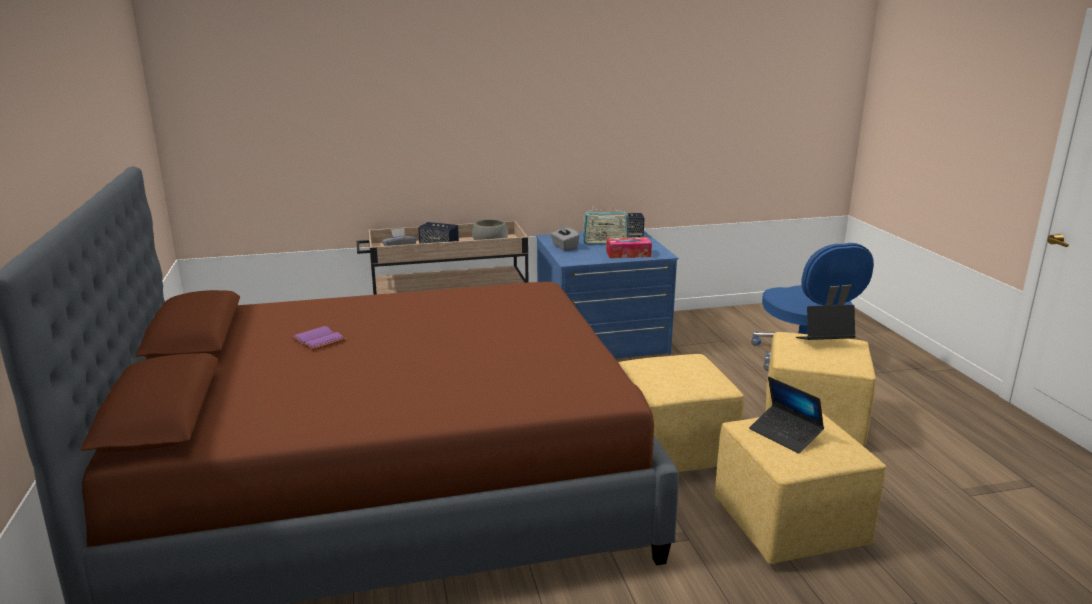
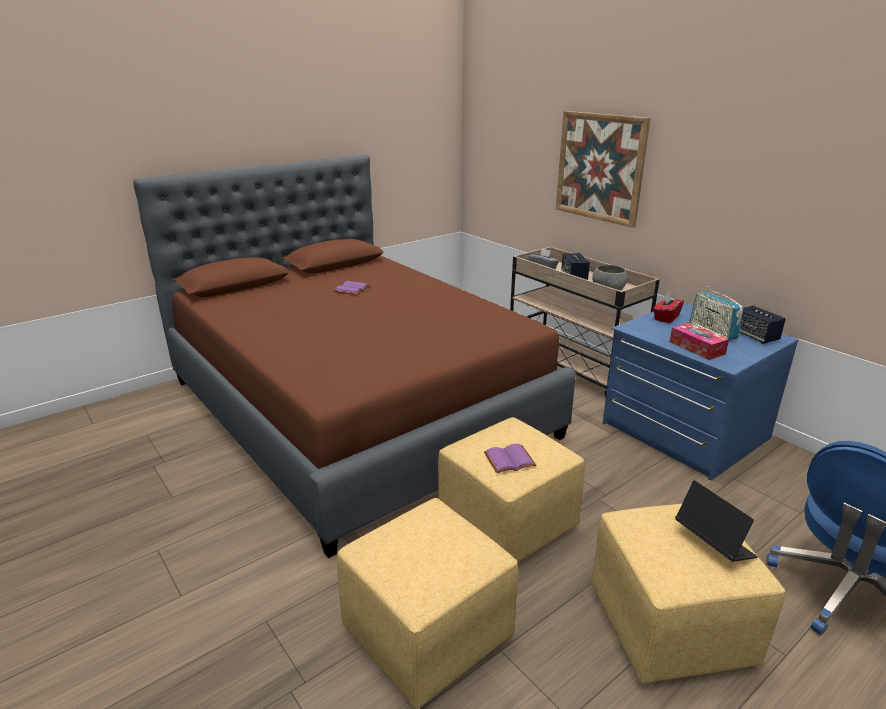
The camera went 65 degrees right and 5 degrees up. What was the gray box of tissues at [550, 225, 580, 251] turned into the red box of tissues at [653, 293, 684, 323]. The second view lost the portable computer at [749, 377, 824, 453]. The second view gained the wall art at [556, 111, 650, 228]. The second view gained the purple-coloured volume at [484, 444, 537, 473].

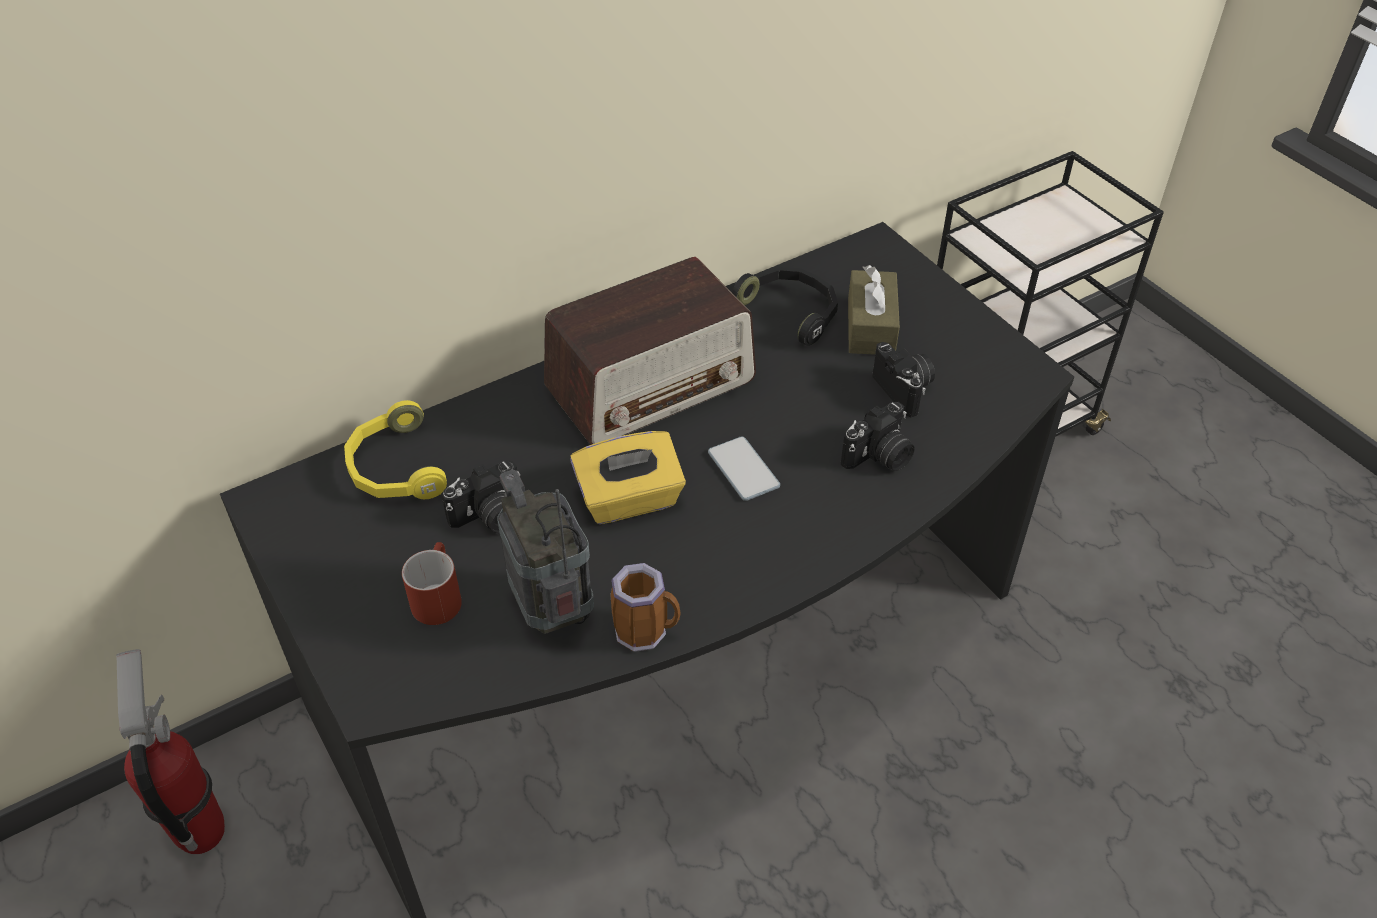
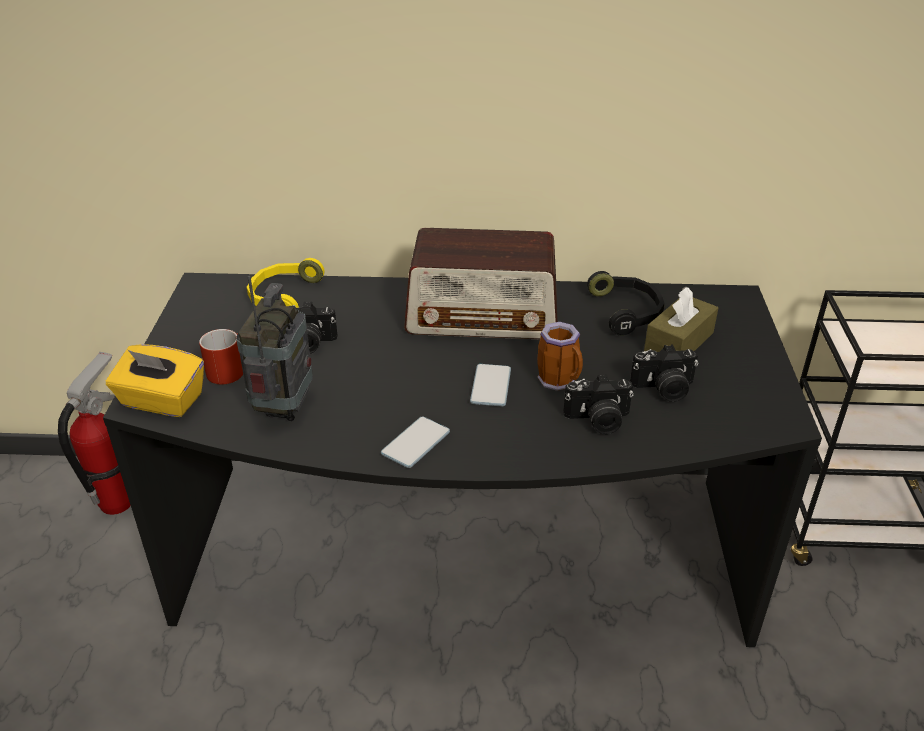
The camera went 35 degrees right and 10 degrees down. The photo camera at [872, 342, 935, 417] ended up facing another way, 75 degrees clockwise from before. The yellow box of tissues ended up elsewhere, having gone from [570, 431, 686, 524] to [106, 344, 204, 417]. The coffee mug ended up elsewhere, having gone from [610, 563, 681, 652] to [537, 322, 583, 391]. The second view gained the handset at [381, 416, 450, 468].

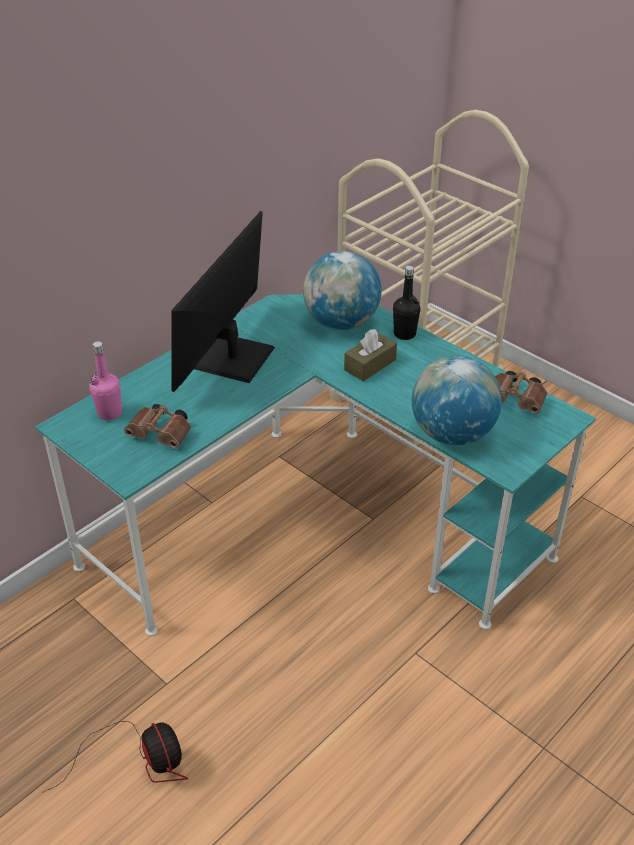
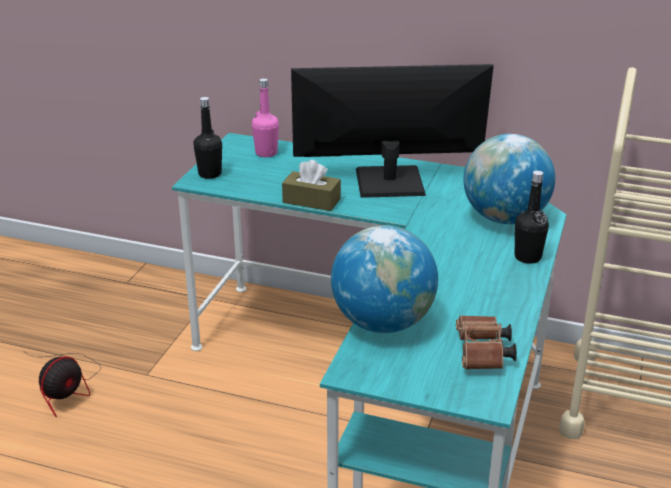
The camera went 65 degrees right and 10 degrees down. The brownish box of tissues ended up elsewhere, having gone from [344, 329, 397, 381] to [282, 160, 341, 211]. The second view lost the brownish binoculars at [124, 404, 191, 448]. The second view gained the black beverage bottle at [193, 97, 222, 179].

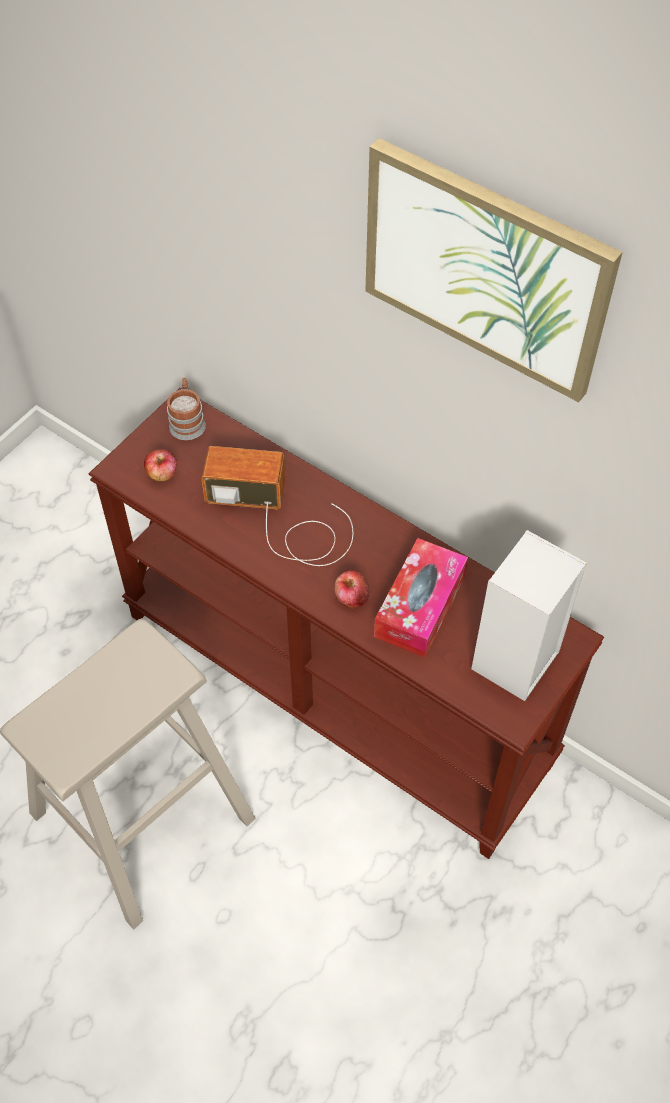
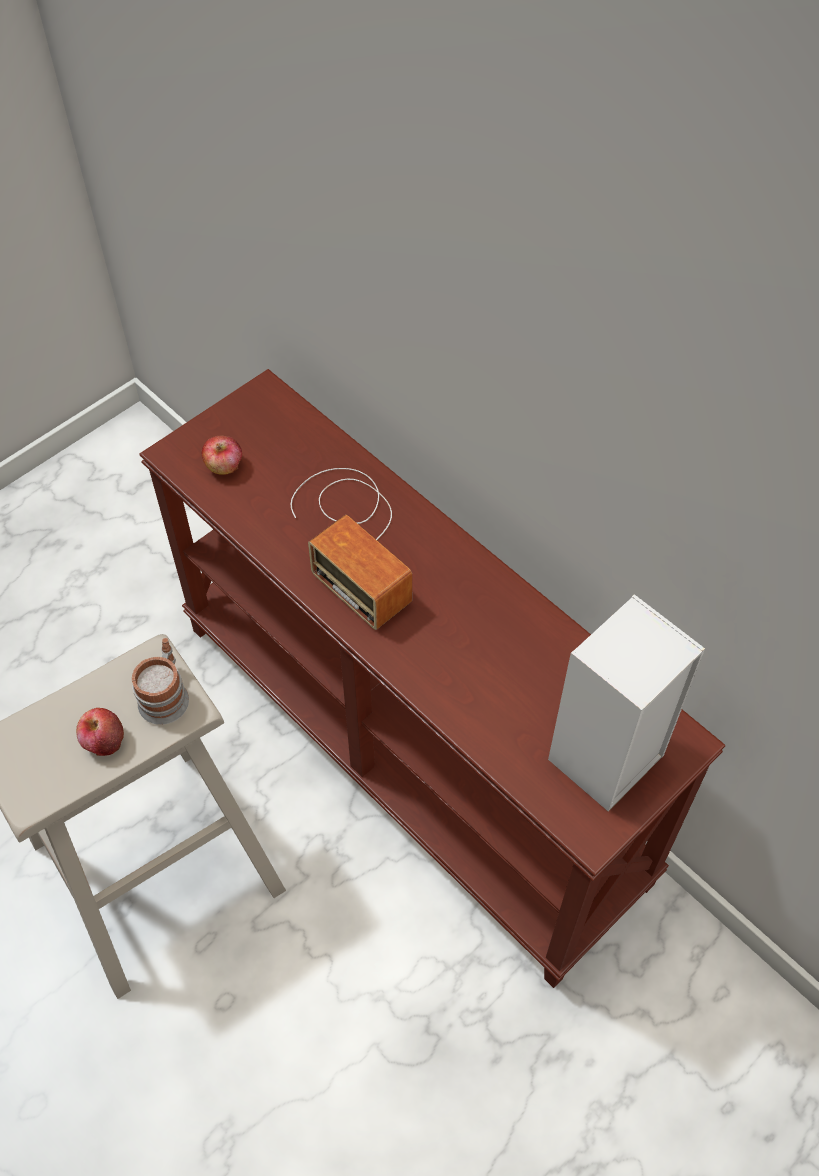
The camera went 10 degrees right and 0 degrees up. The second view lost the wall art at [365, 138, 623, 402]. The coffee mug ended up elsewhere, having gone from [167, 377, 206, 440] to [132, 638, 189, 725]. The radio receiver at [201, 446, 353, 566] ended up facing another way, 150 degrees counterclockwise from before. The second view lost the box of tissues at [374, 538, 468, 658]. The apple fruit ended up elsewhere, having gone from [335, 570, 369, 608] to [76, 708, 124, 756].

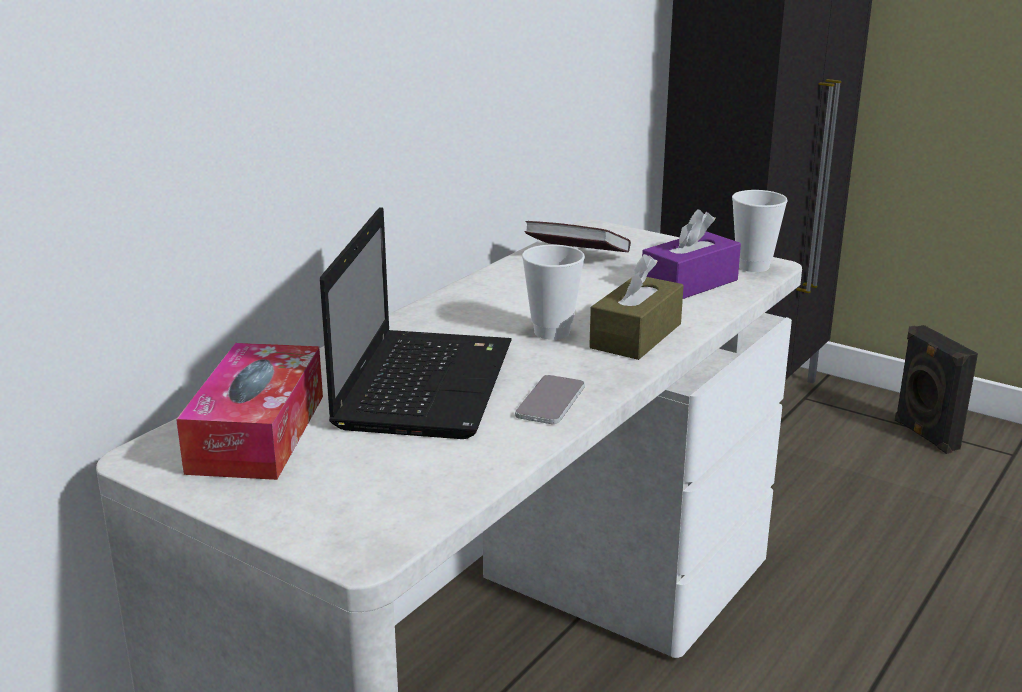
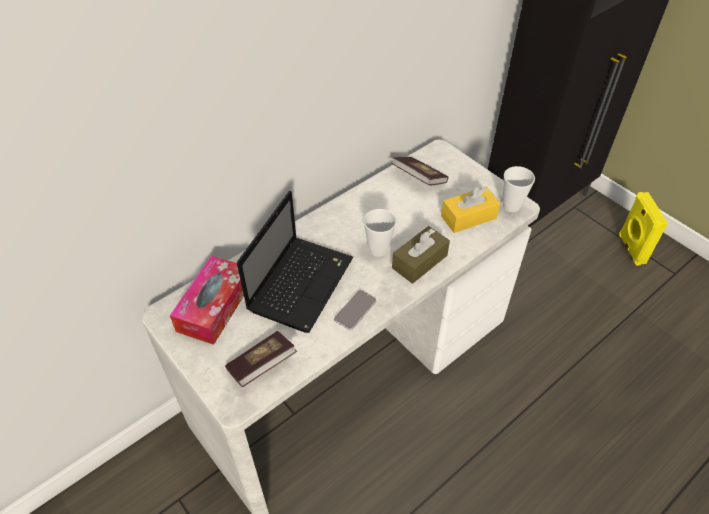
The camera went 15 degrees right and 25 degrees up. What was the purple-coloured box of tissues at [642, 209, 741, 299] turned into the yellow box of tissues at [441, 187, 500, 233]. What was the black loudspeaker at [895, 325, 978, 454] turned into the yellow loudspeaker at [618, 192, 668, 266]. The second view gained the volume at [225, 331, 297, 387].

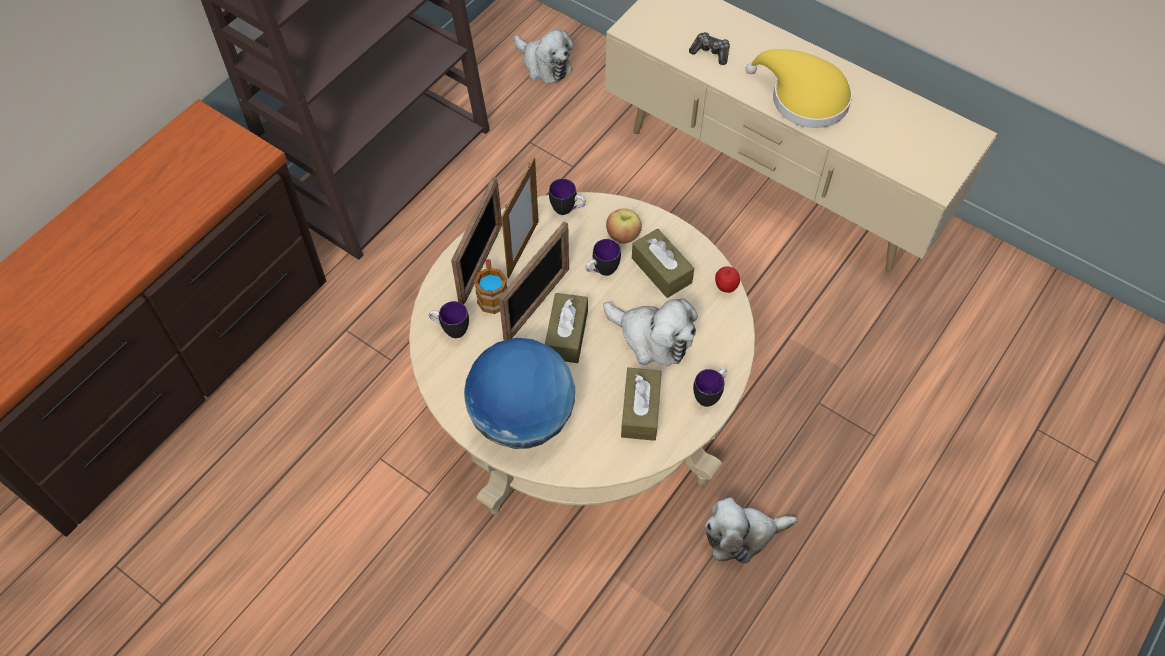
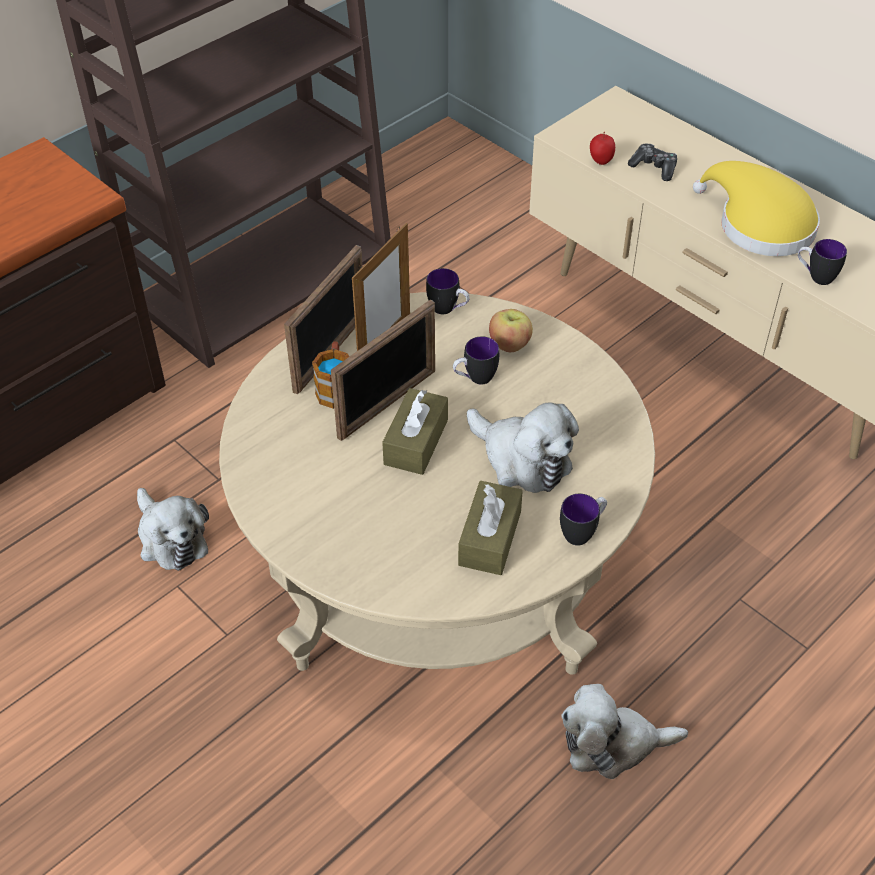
The camera went 10 degrees right and 10 degrees down. The plush toy ended up elsewhere, having gone from [514, 30, 574, 83] to [137, 488, 209, 571]. The second view lost the brownish box of tissues at [632, 229, 694, 298]. The apple fruit ended up elsewhere, having gone from [715, 266, 740, 293] to [590, 132, 615, 165]. The coffee mug ended up elsewhere, having gone from [429, 301, 469, 338] to [798, 239, 847, 285]. The second view lost the desk globe at [464, 338, 575, 449].

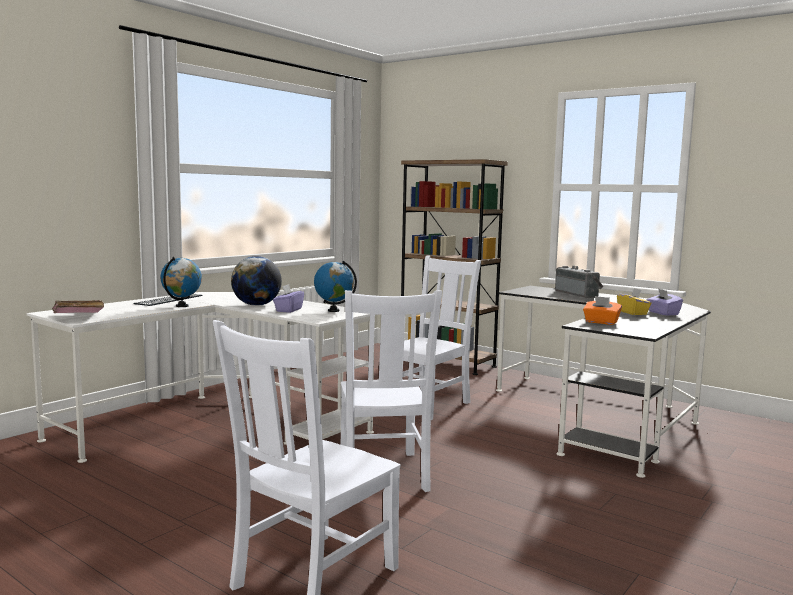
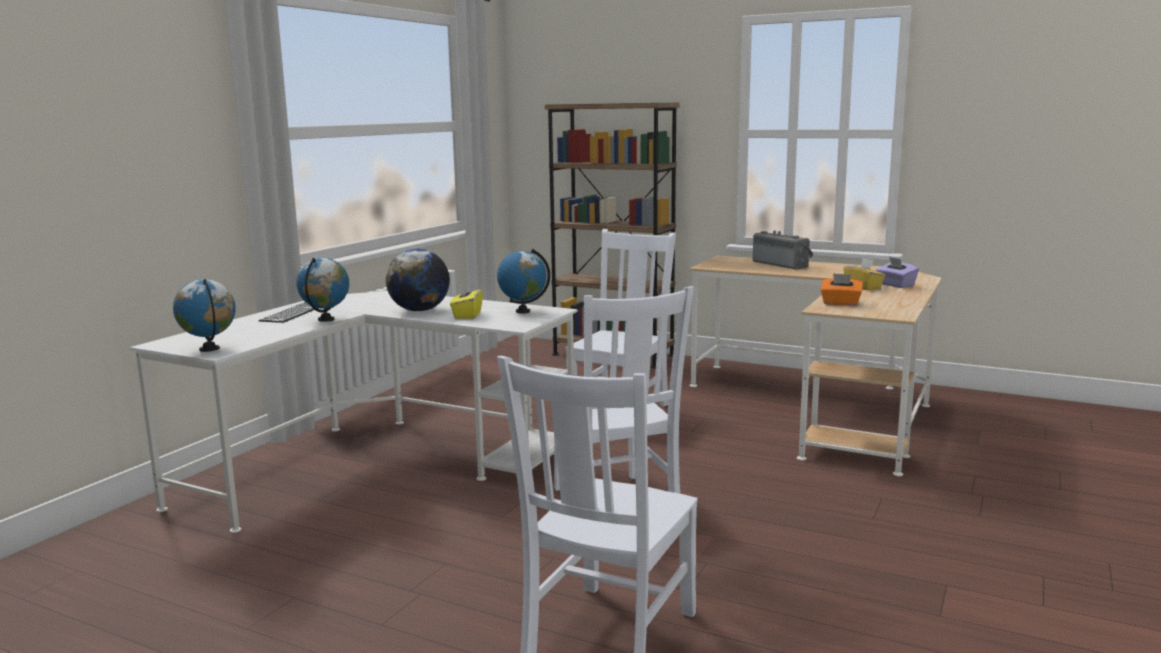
The camera went 10 degrees left and 5 degrees up. What was the purple-coloured box of tissues at [273, 284, 304, 313] turned into the yellow box of tissues at [450, 283, 483, 319]. What was the black desk at [496, 286, 711, 478] turned into the sand-coloured desk at [690, 256, 942, 476]. Where the pink-coloured volume stood at [52, 300, 104, 313], the desk globe came to stand at [173, 279, 236, 352].

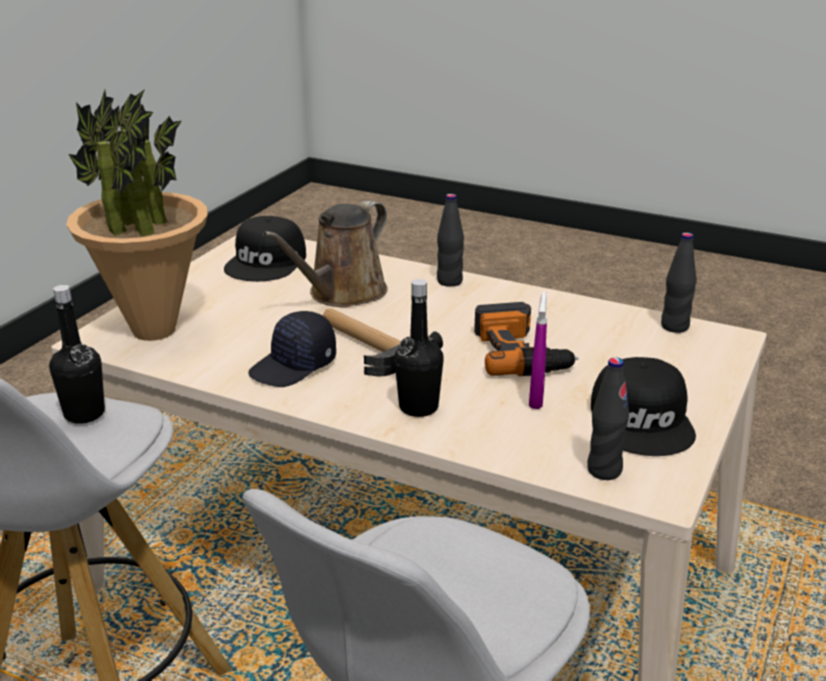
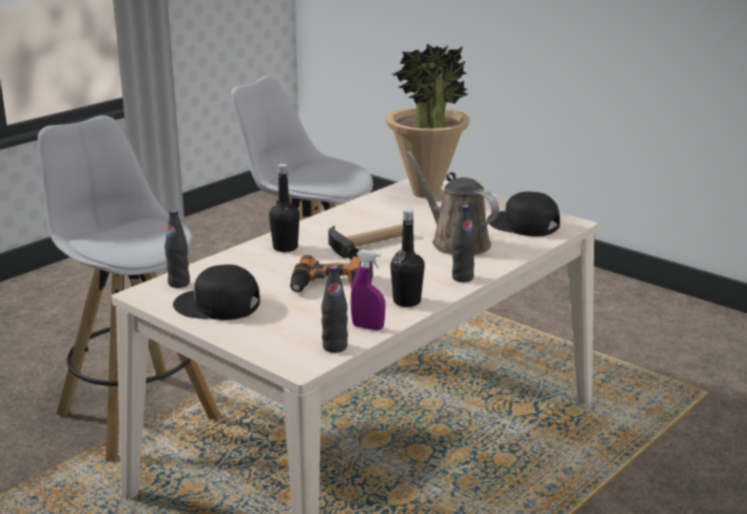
The camera went 105 degrees right and 5 degrees down. The black beverage bottle ended up elsewhere, having gone from [49, 285, 105, 424] to [390, 209, 425, 307]. The purple-coloured sprayer ended up elsewhere, having gone from [529, 291, 547, 409] to [350, 250, 385, 330]. The second view lost the black cap at [248, 311, 336, 387].

